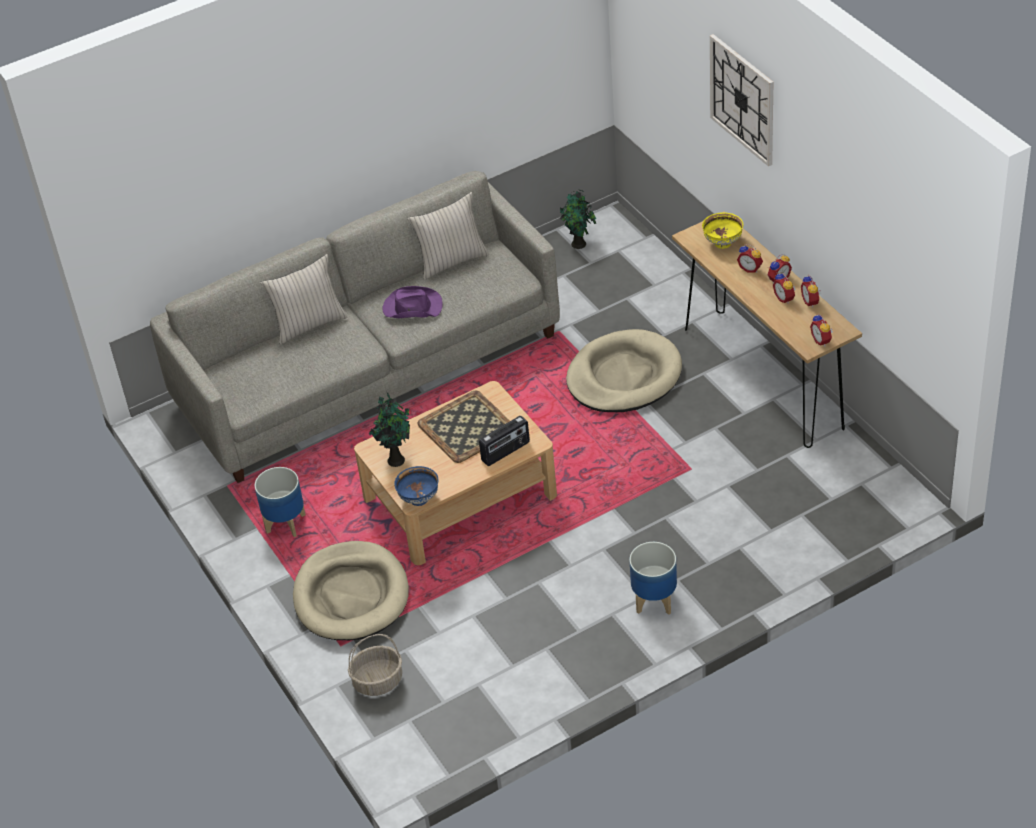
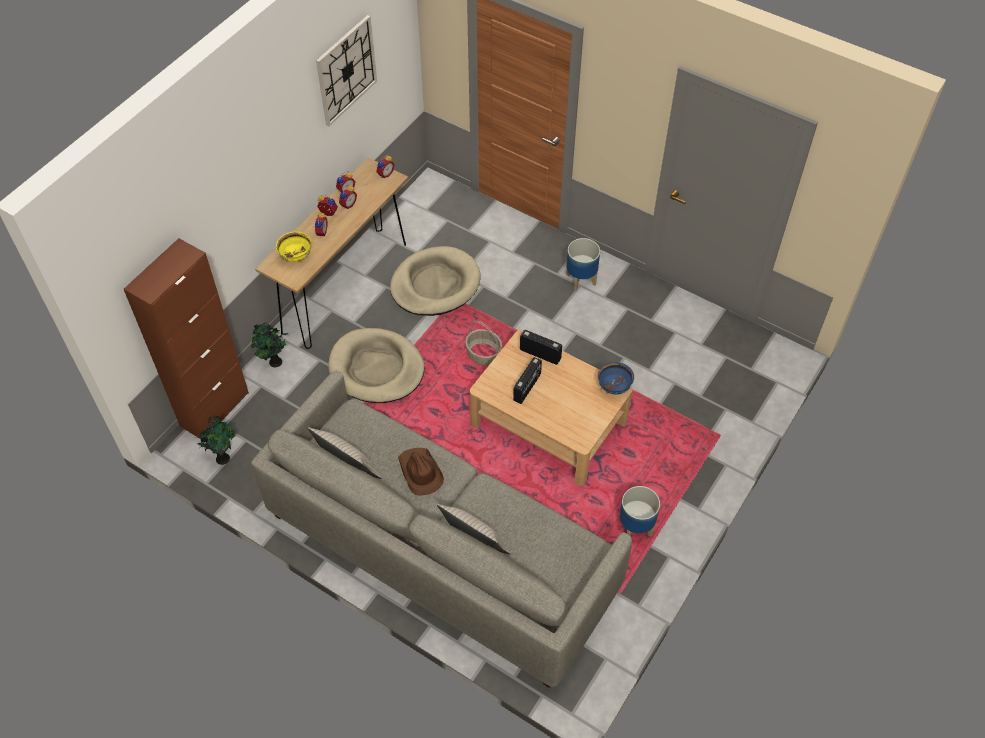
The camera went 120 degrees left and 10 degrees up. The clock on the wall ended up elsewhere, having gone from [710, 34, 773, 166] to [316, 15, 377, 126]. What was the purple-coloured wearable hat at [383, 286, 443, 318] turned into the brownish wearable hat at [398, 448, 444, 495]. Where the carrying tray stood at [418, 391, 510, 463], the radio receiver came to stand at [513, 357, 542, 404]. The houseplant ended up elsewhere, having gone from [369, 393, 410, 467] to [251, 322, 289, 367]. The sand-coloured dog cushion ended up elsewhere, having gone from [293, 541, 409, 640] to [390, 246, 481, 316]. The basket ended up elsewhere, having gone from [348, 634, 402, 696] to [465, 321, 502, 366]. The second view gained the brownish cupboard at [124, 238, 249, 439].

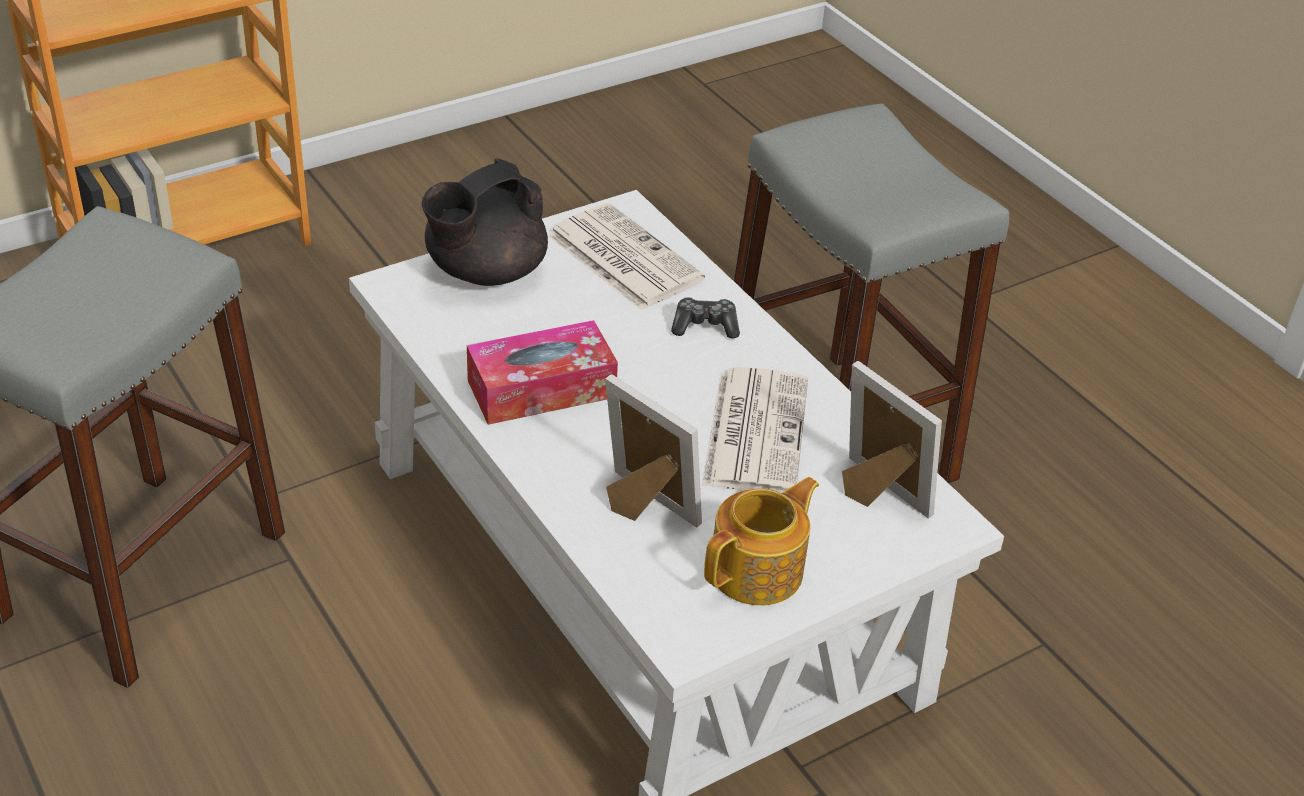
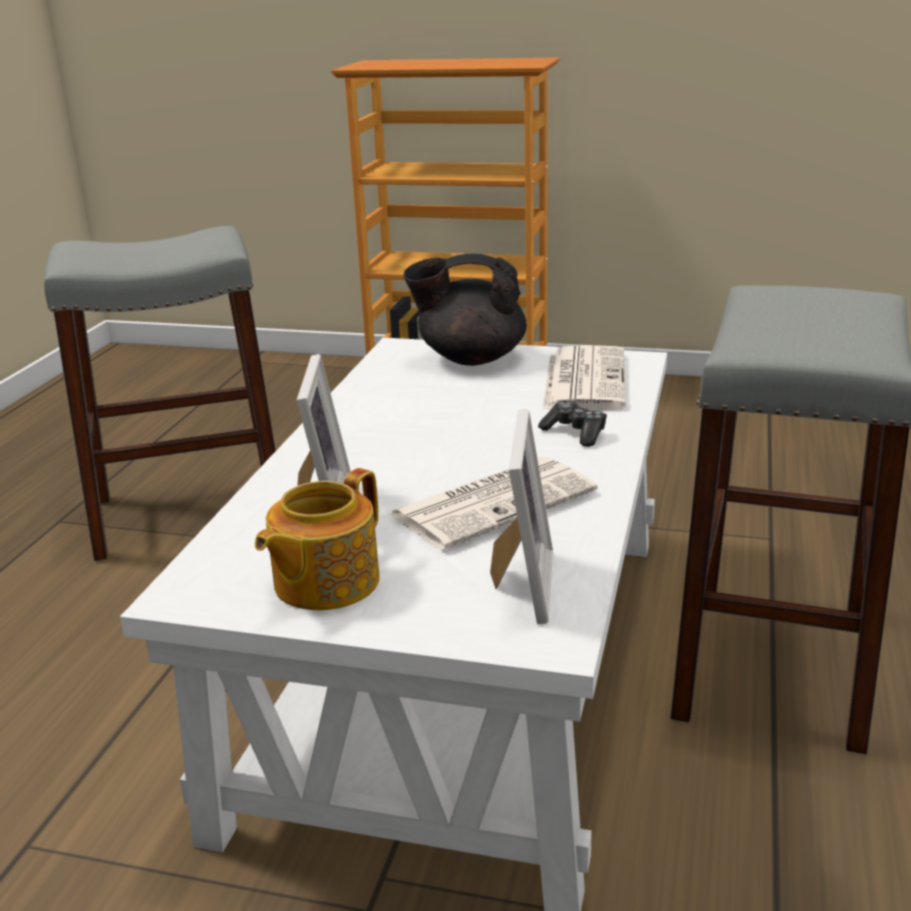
The camera went 50 degrees right and 15 degrees down. The second view lost the box of tissues at [467, 320, 618, 425]. The pot for tea at [704, 477, 819, 605] ended up facing another way, 120 degrees clockwise from before.

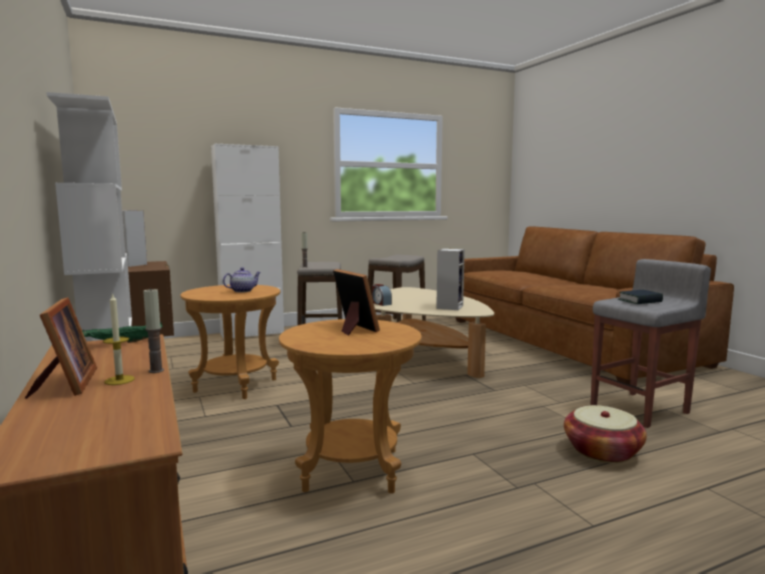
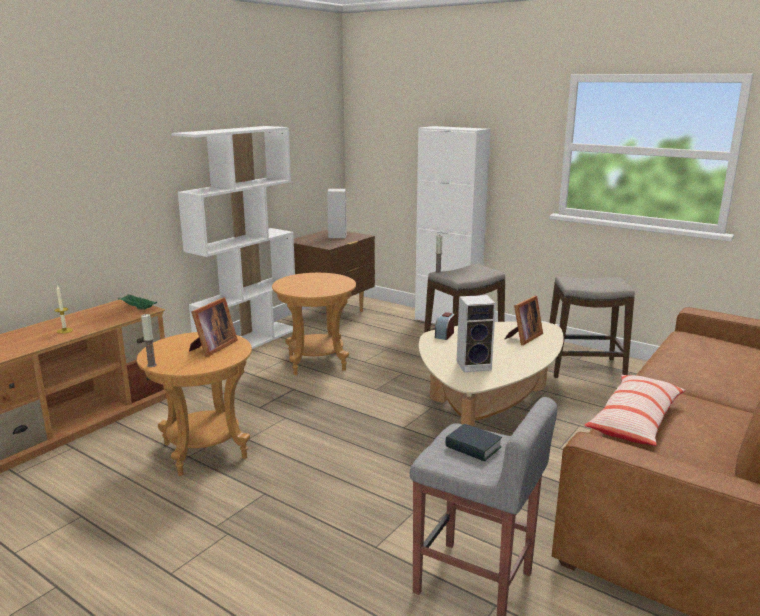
The camera went 60 degrees right and 10 degrees up. The second view lost the pot for tea at [223, 267, 261, 293]. The wax candle ended up elsewhere, having gone from [143, 288, 164, 373] to [141, 314, 157, 367]. The photo frame ended up elsewhere, having gone from [25, 297, 97, 399] to [505, 296, 543, 345]. The second view lost the basket at [564, 405, 647, 463]. The second view gained the pillow at [584, 375, 685, 446].

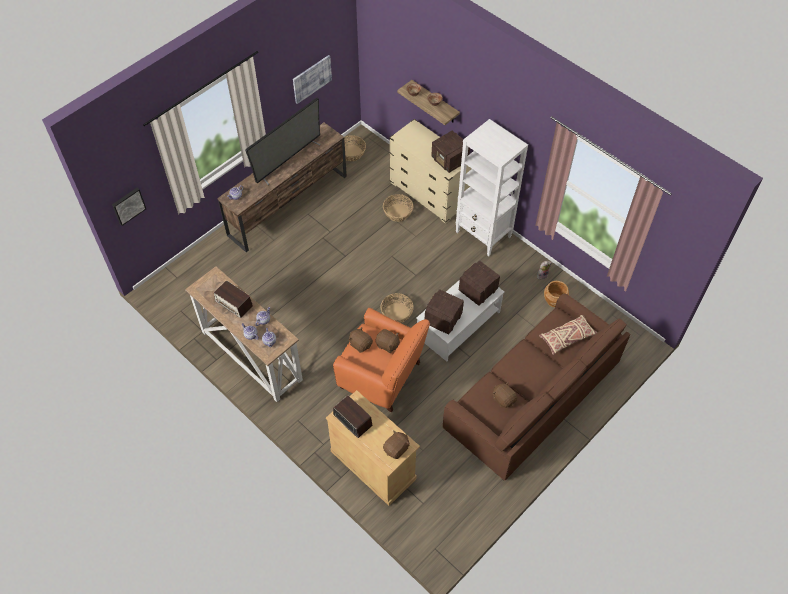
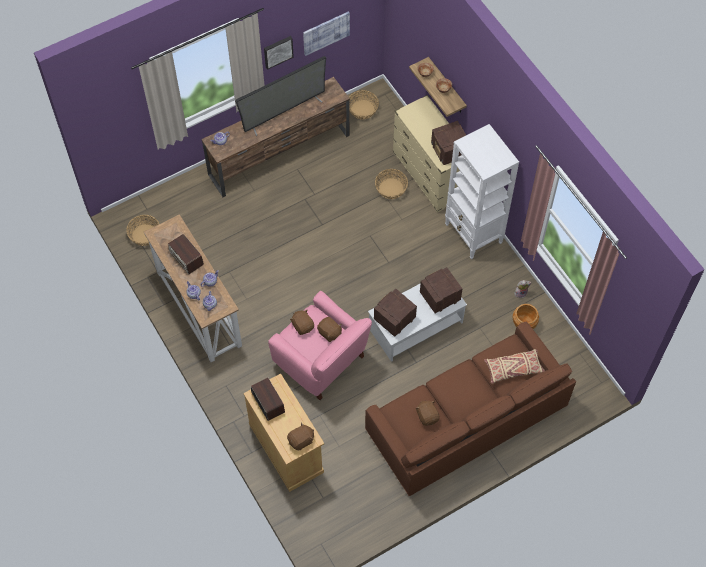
The camera went 15 degrees right and 5 degrees up. The wall art ended up elsewhere, having gone from [112, 188, 146, 226] to [264, 36, 294, 70]. The basket ended up elsewhere, having gone from [380, 293, 414, 323] to [126, 215, 160, 246]. What was the orange easy chair at [333, 308, 430, 412] turned into the pink-coloured easy chair at [268, 291, 372, 400].

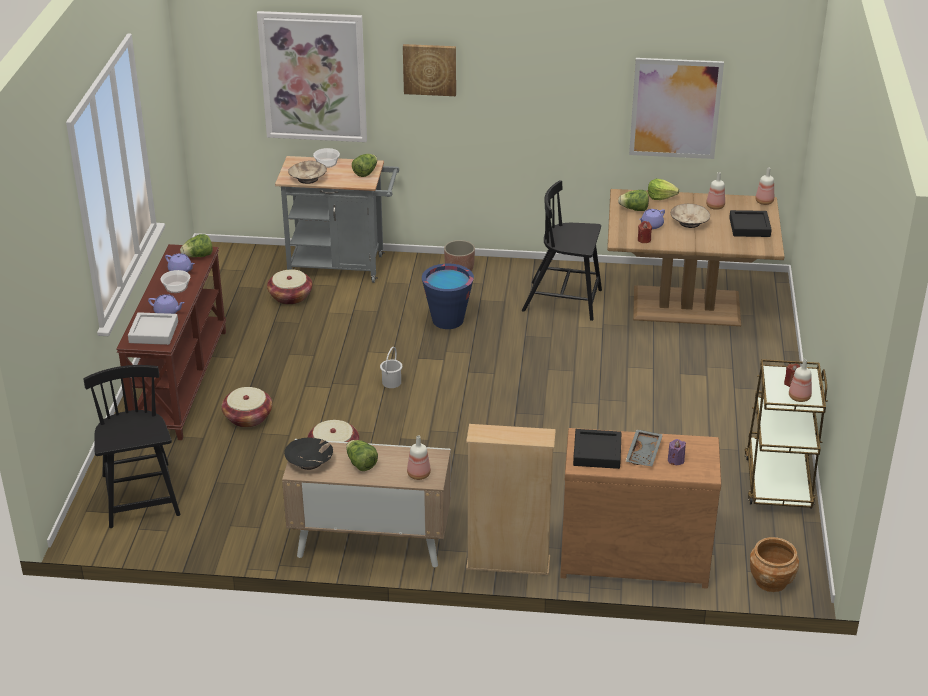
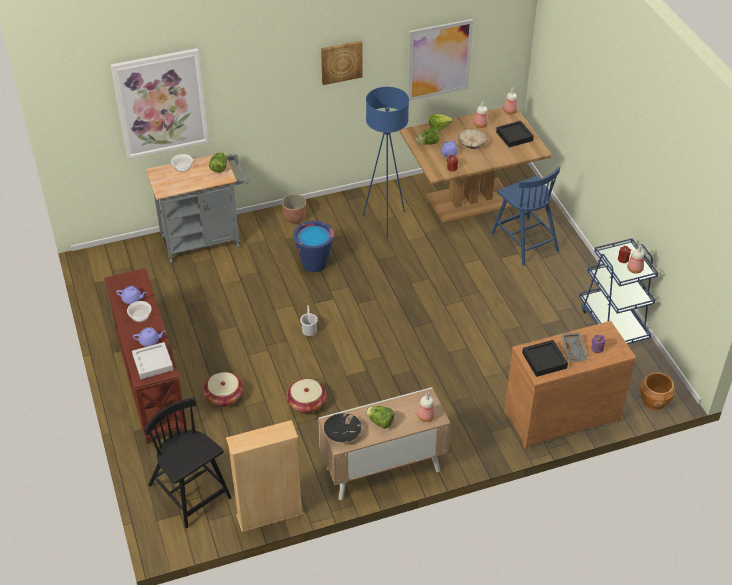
The camera went 25 degrees left and 10 degrees up. The wall art ended up elsewhere, having gone from [403, 44, 456, 96] to [321, 41, 362, 85]. The second view lost the sand-coloured bowl at [288, 161, 327, 184]. Where the black plain chair stood at [522, 180, 602, 321], the blue floor lamp came to stand at [363, 87, 409, 238]. The second view lost the lettuce head at [180, 234, 213, 257]. The second view lost the basket at [267, 269, 312, 305]. What was the brownish trolley at [745, 359, 828, 509] turned into the blue trolley at [579, 238, 658, 344]. The sand-coloured bookshelf ended up elsewhere, having gone from [466, 424, 556, 575] to [226, 420, 303, 532]. The second view gained the blue plain chair at [492, 166, 560, 266].

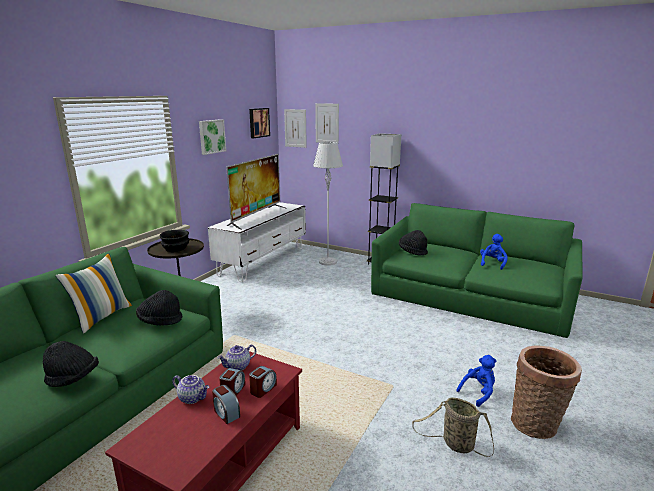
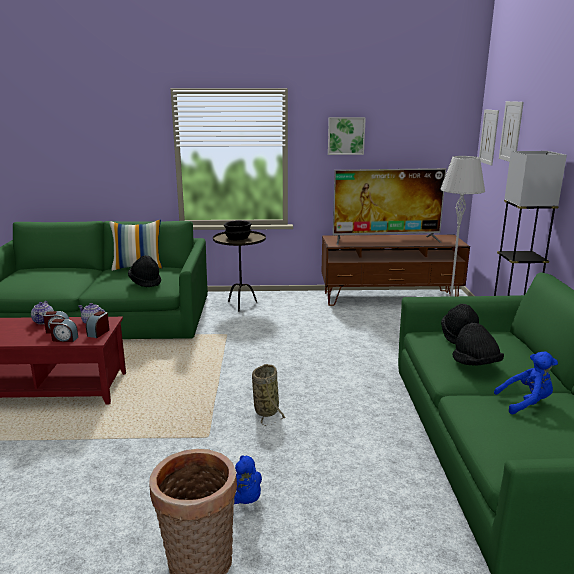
The camera went 60 degrees right and 0 degrees up. The second view lost the wall art at [249, 108, 270, 138]. What was the white-coloured tv unit at [208, 202, 306, 282] turned into the brownish tv unit at [322, 235, 470, 306]. The black wearable hat ended up elsewhere, having gone from [43, 341, 99, 387] to [452, 323, 504, 366]. The bedside clock ended up elsewhere, having gone from [212, 385, 240, 424] to [86, 311, 110, 338]. The basket ended up elsewhere, having gone from [412, 397, 494, 457] to [252, 364, 285, 426].

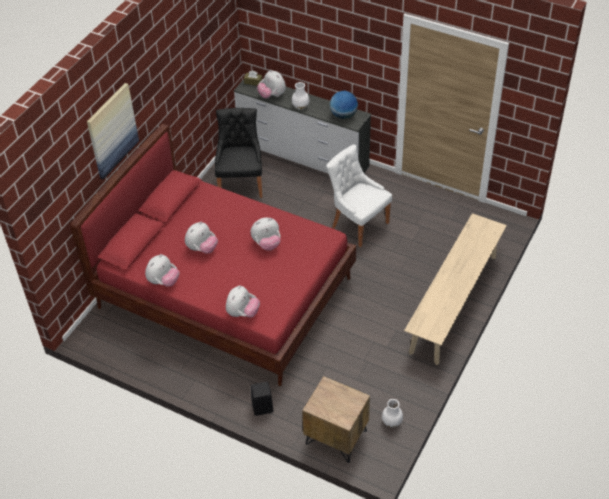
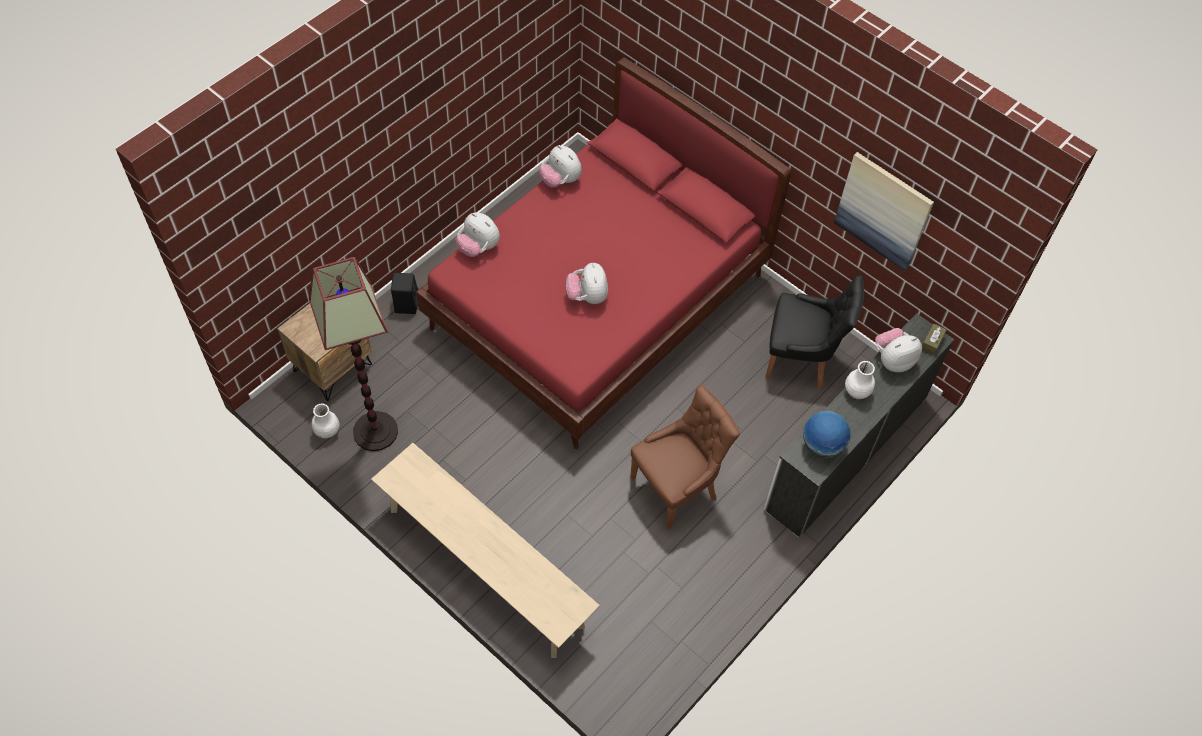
The camera went 100 degrees right and 10 degrees up. The wall art ended up elsewhere, having gone from [87, 83, 139, 180] to [834, 152, 934, 271]. What was the white-coloured plain chair at [326, 144, 392, 247] turned into the brownish plain chair at [630, 385, 740, 530]. The second view lost the plush toy at [185, 221, 218, 254]. The second view gained the floor lamp at [309, 257, 398, 451].

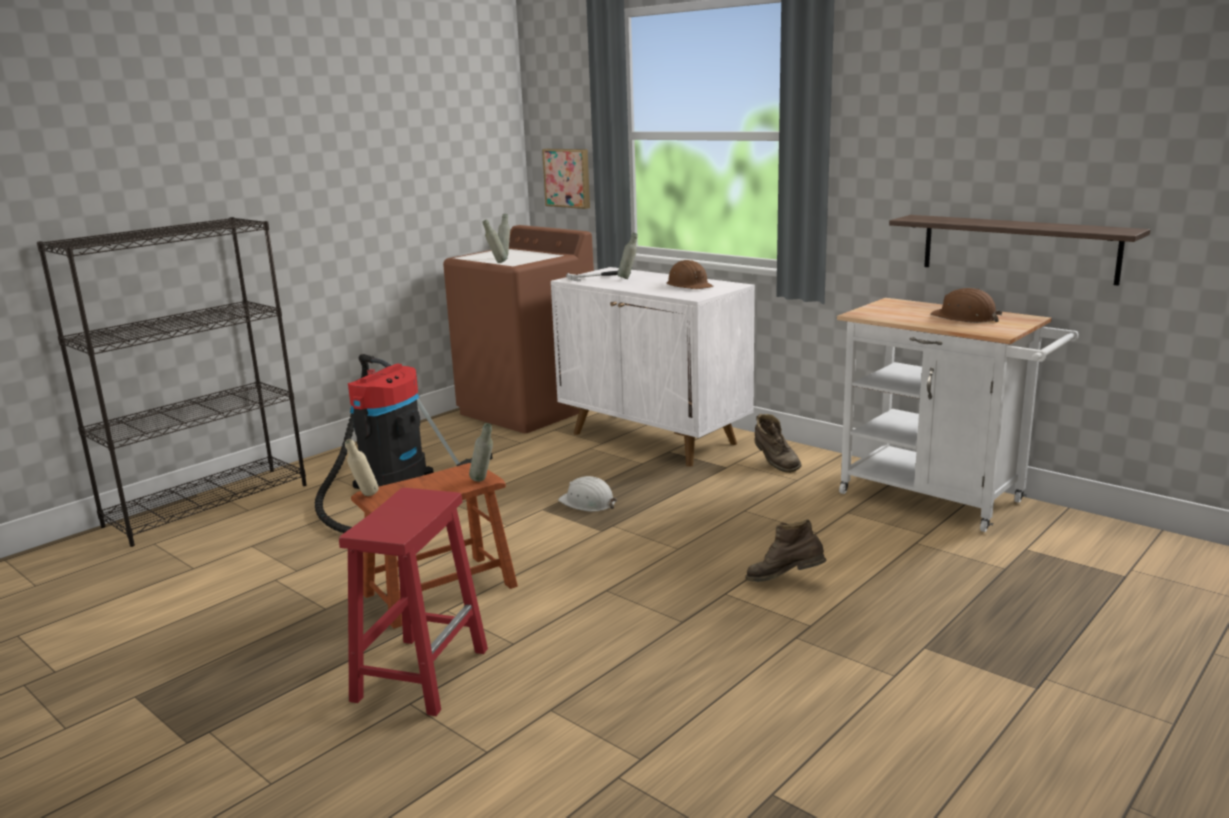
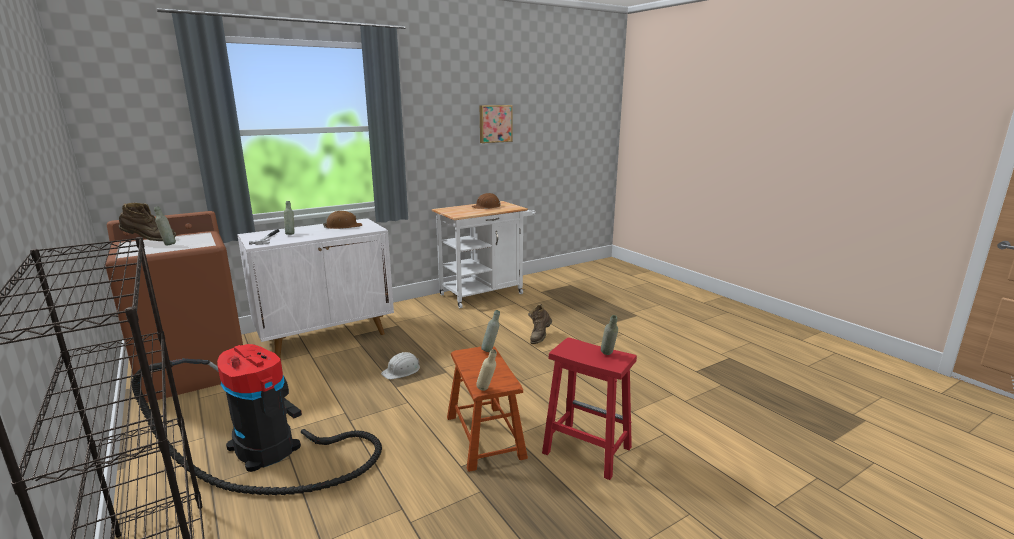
The camera went 75 degrees left and 0 degrees up. The wall art ended up elsewhere, having gone from [542, 149, 590, 209] to [480, 105, 513, 143]. The second view lost the bracket shelf at [889, 215, 1150, 286]. The gray beverage bottle ended up elsewhere, having gone from [483, 219, 507, 263] to [601, 315, 618, 355]. The brownish boot ended up elsewhere, having gone from [755, 413, 802, 473] to [119, 203, 176, 241].

